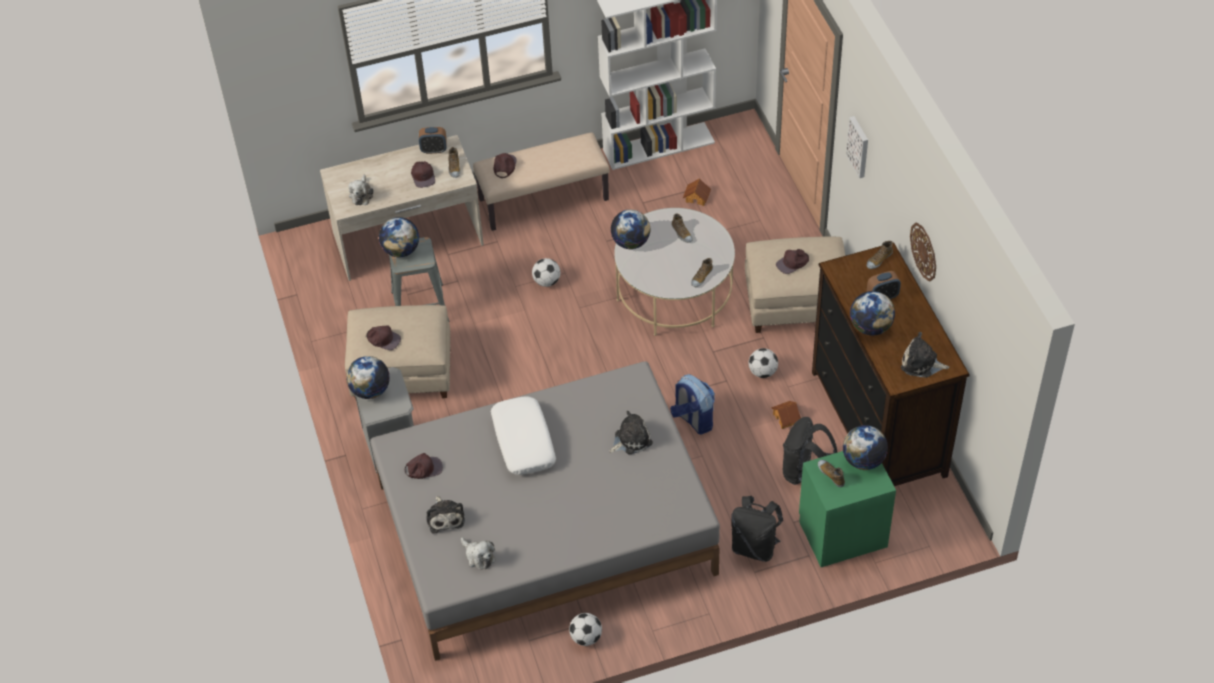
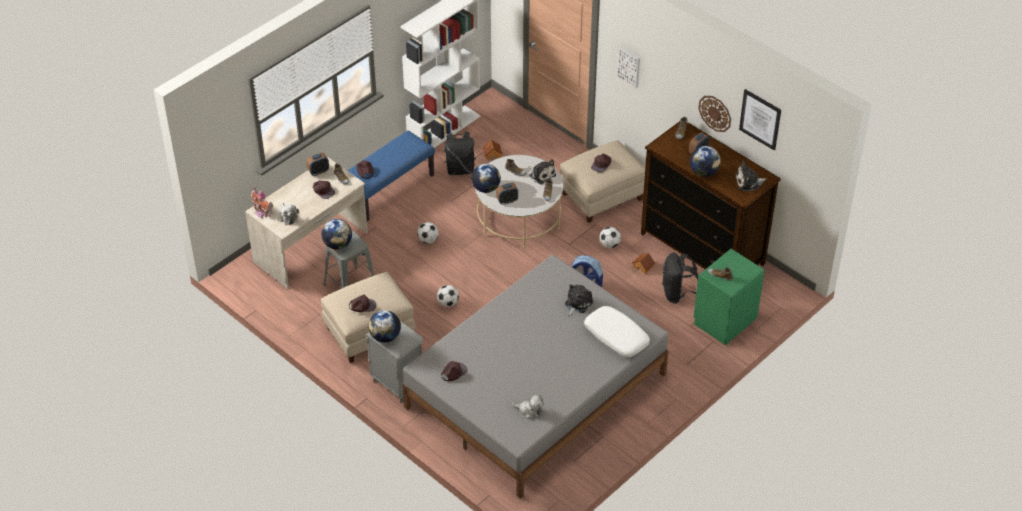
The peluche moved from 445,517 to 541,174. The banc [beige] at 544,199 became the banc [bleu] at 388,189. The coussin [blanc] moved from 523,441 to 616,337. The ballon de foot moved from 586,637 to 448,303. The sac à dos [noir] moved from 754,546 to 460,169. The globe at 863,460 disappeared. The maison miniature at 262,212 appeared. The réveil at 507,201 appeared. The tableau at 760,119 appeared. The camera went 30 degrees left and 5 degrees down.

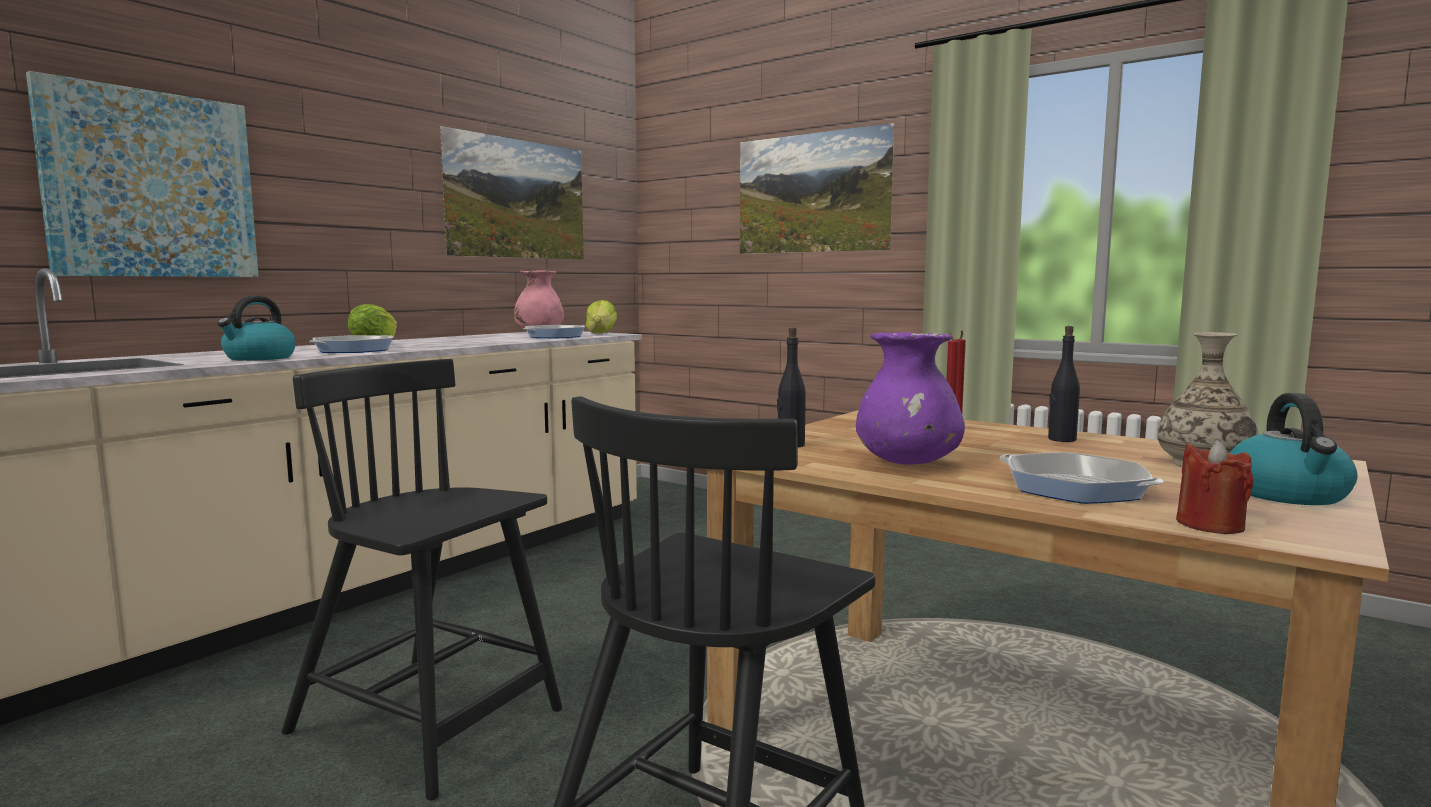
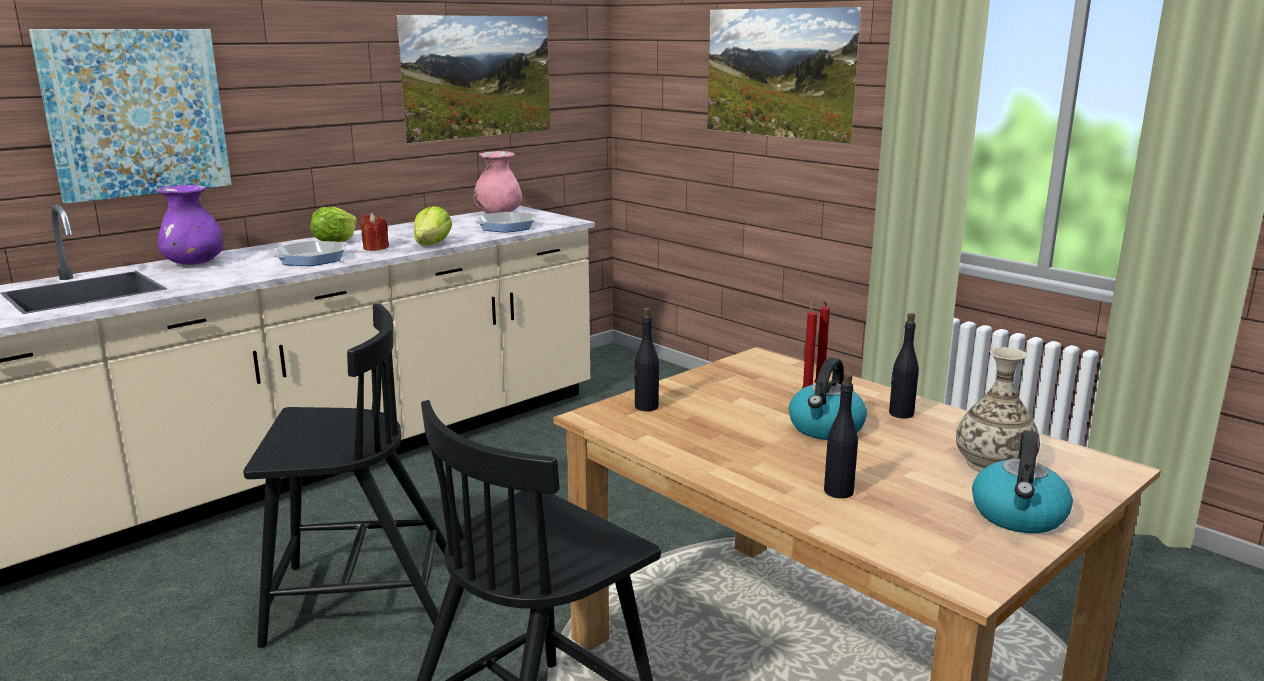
The bouilloire moved from 259,358 to 826,428. The chaise [noir] at 429,723 turned 135 degrees clockwise. The laitue moved from 601,333 to 432,244. The vase [violet] moved from 908,463 to 194,264. The poêle at 1075,488 was replaced by the bouteille [noir] at 839,491. The bougie [rouge] moved from 1210,525 to 375,248. The camera went 10 degrees right and 10 degrees up.

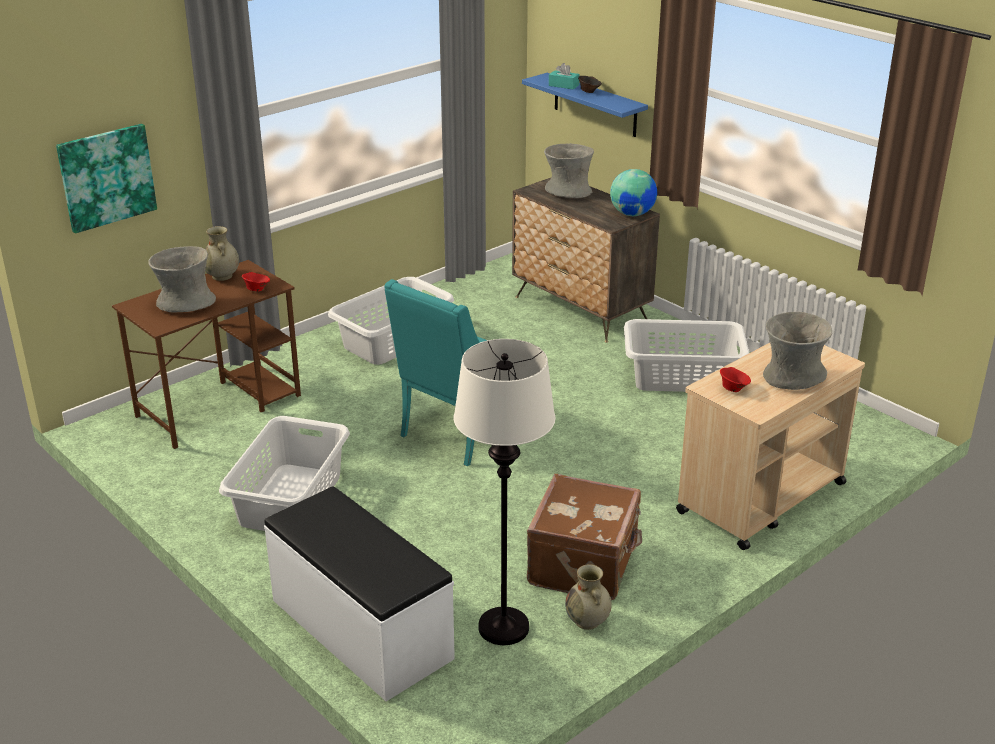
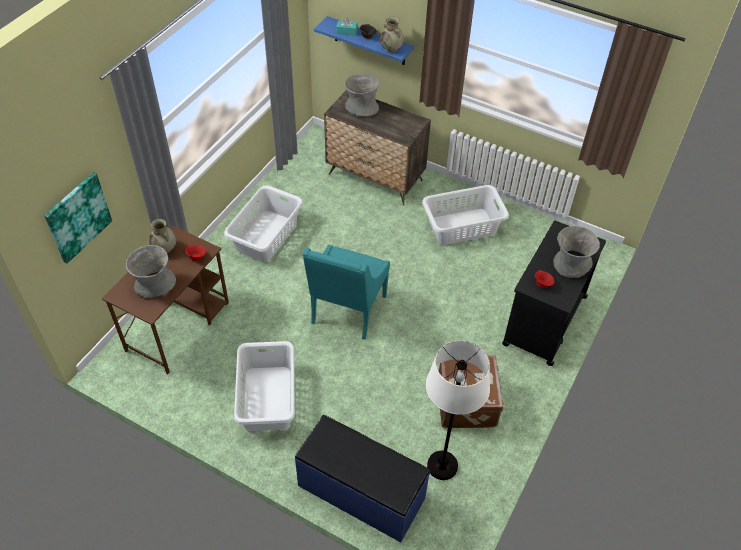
The banc [blanc] at 360,629 became the banc [bleu] at 360,493. The vase [beige] moved from 587,621 to 391,49. The globe at 632,214 disappeared. The chariot [beige] at 760,498 became the chariot [noir] at 544,320. The camera went 20 degrees left and 20 degrees up.

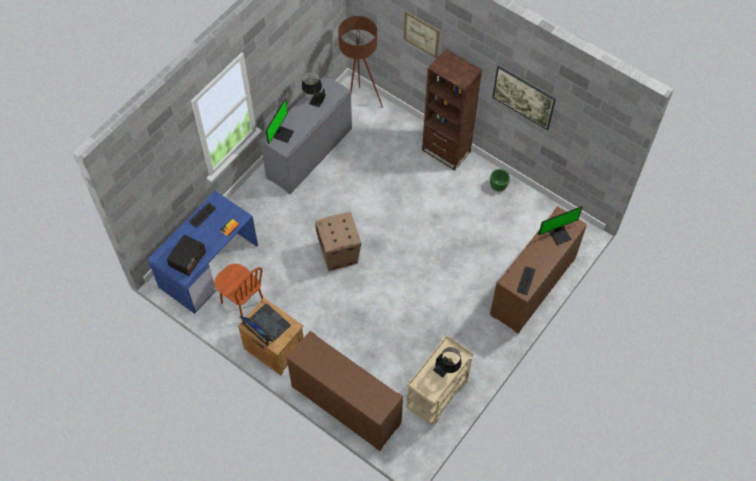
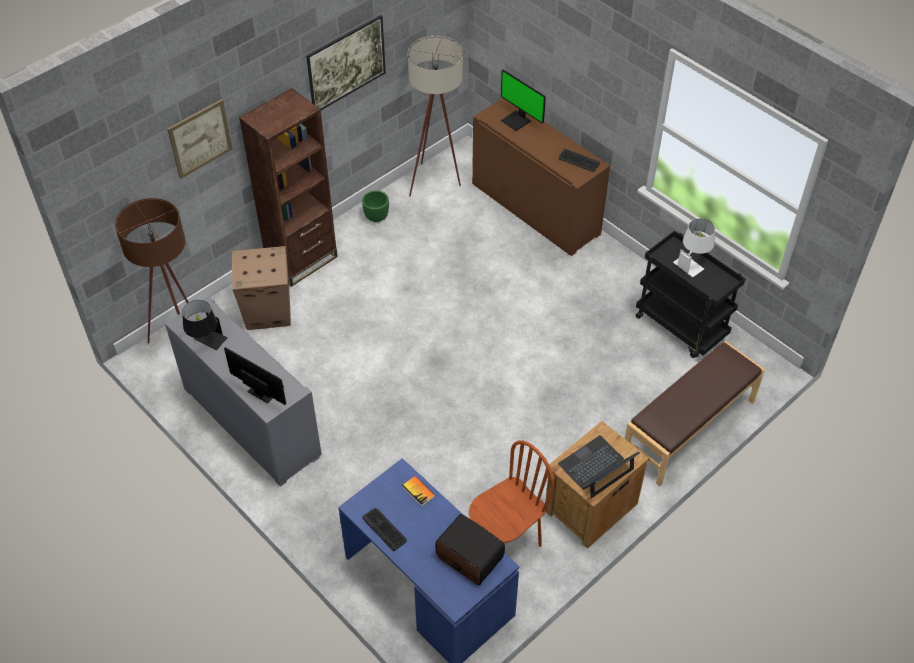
The meuble de rangement [marron] at 346,405 was replaced by the banc [marron] at 689,428. The carton moved from 339,255 to 268,311. The chariot [beige] at 437,396 became the chariot [noir] at 681,327. The lampe de table [noir] at 447,369 became the lampe de table [blanc] at 692,262. The écran d'ordinateur at 559,235 turned 150 degrees clockwise. The lampadaire [beige] at 436,183 appeared. The camera went 80 degrees left and 10 degrees down.

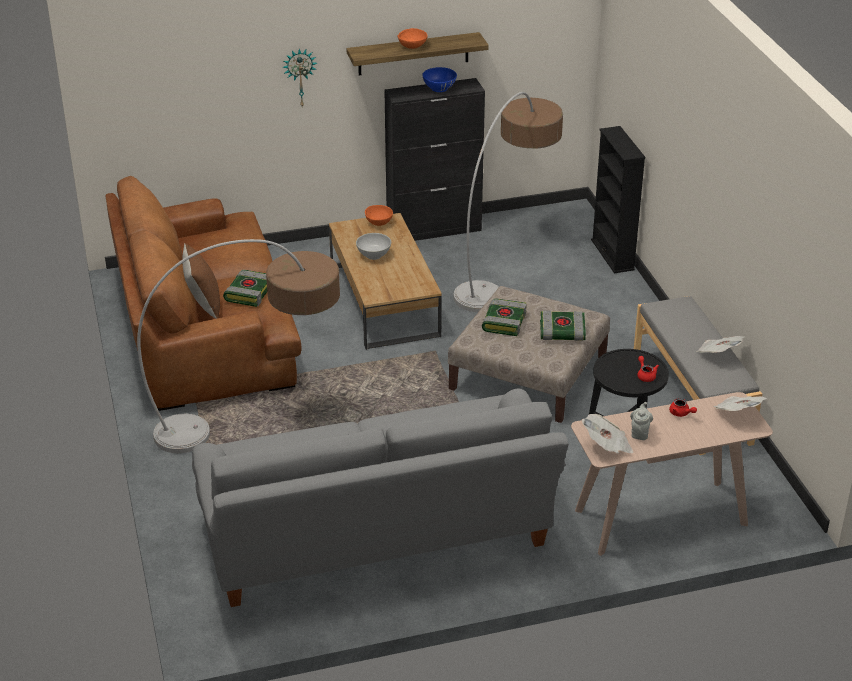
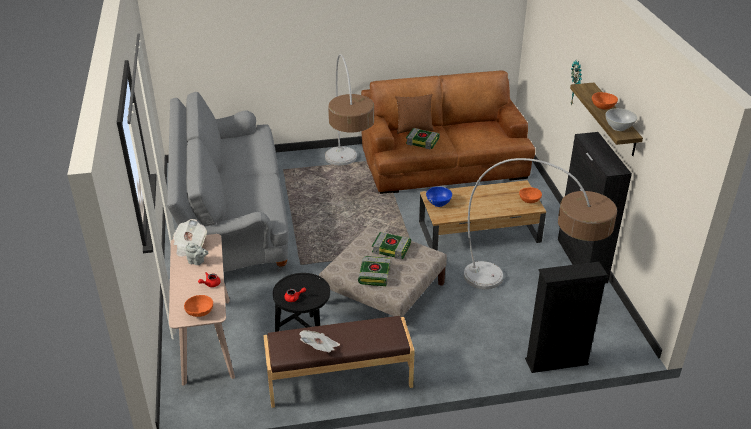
The bol [blanc] moved from 373,255 to 618,127. The bol [bleu] moved from 439,88 to 438,203. The banc [gris] at 692,397 became the banc [marron] at 339,380. The journal at 738,413 was replaced by the bol [orange] at 200,312. The camera went 95 degrees right and 0 degrees up.

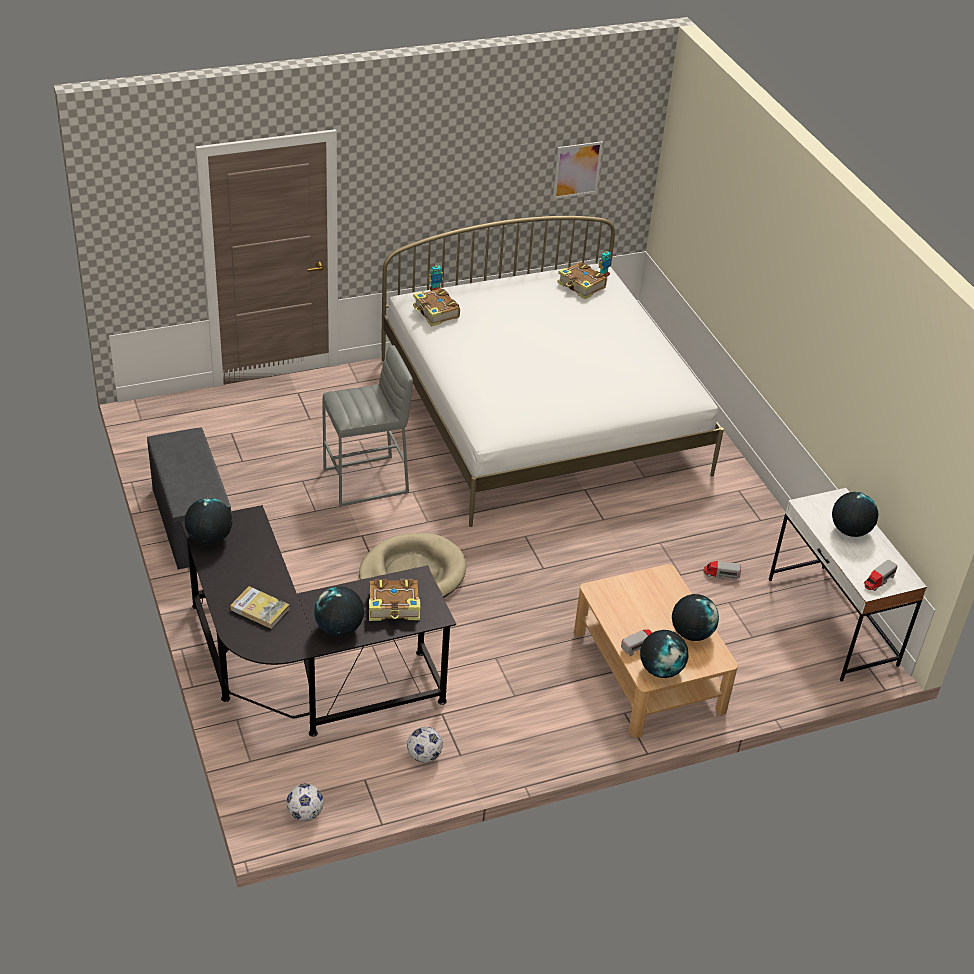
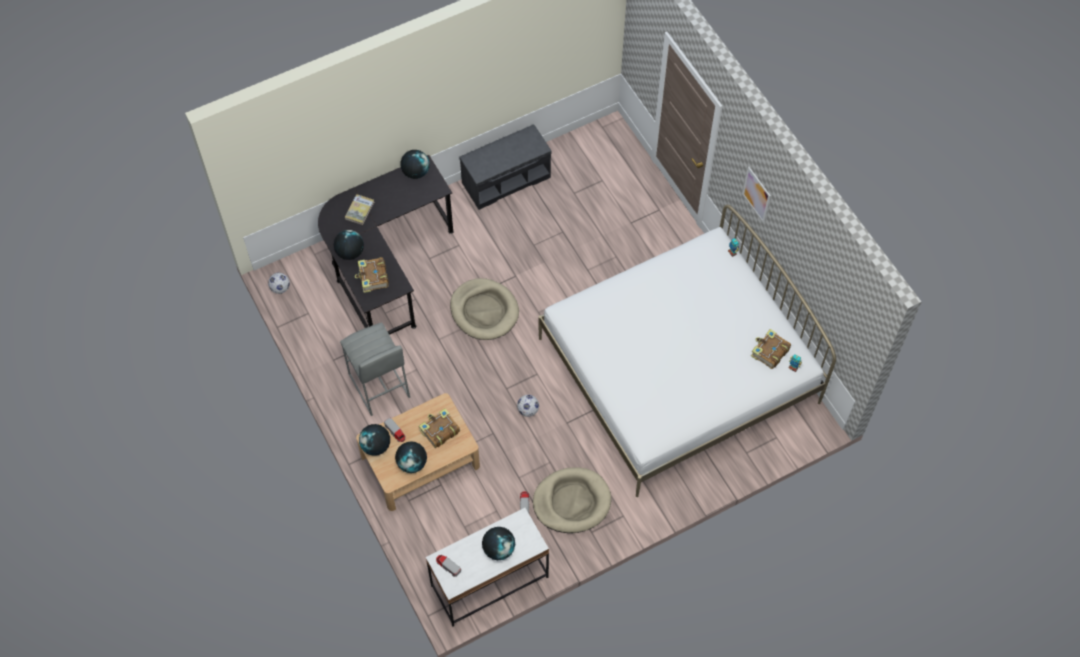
The tabouret [gris] moved from 367,481 to 379,386. The ballon de foot moved from 424,756 to 528,410. The livre moved from 435,313 to 439,431. The tableau moved from 577,170 to 756,194. The panier pour chien [beige] at 571,502 appeared. The camera went 85 degrees right and 20 degrees up.

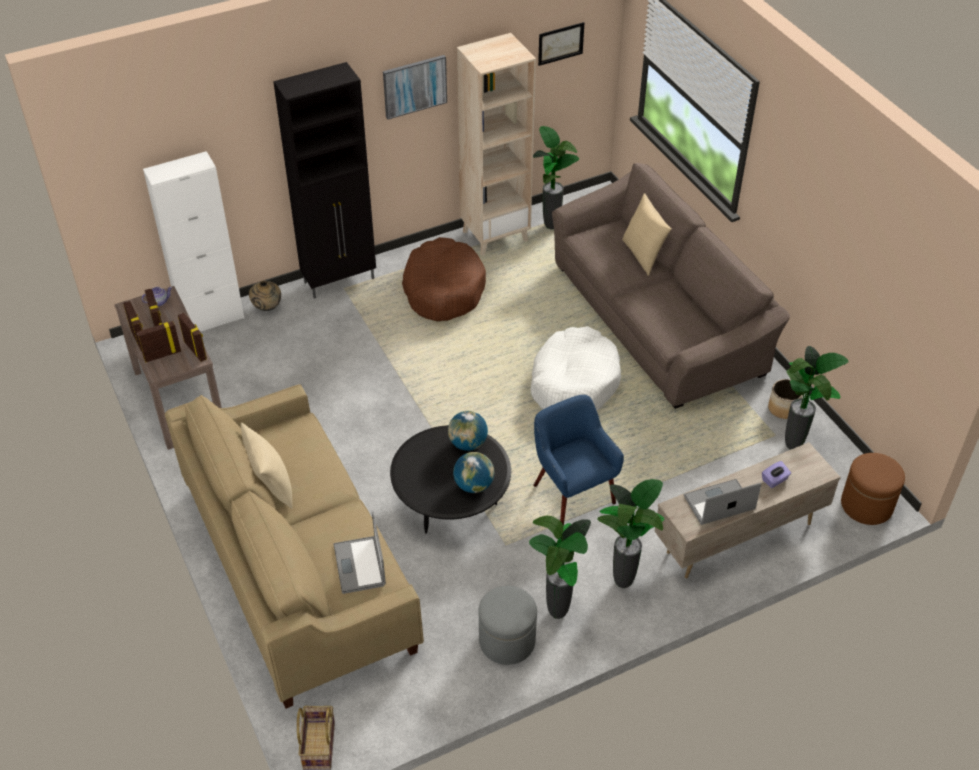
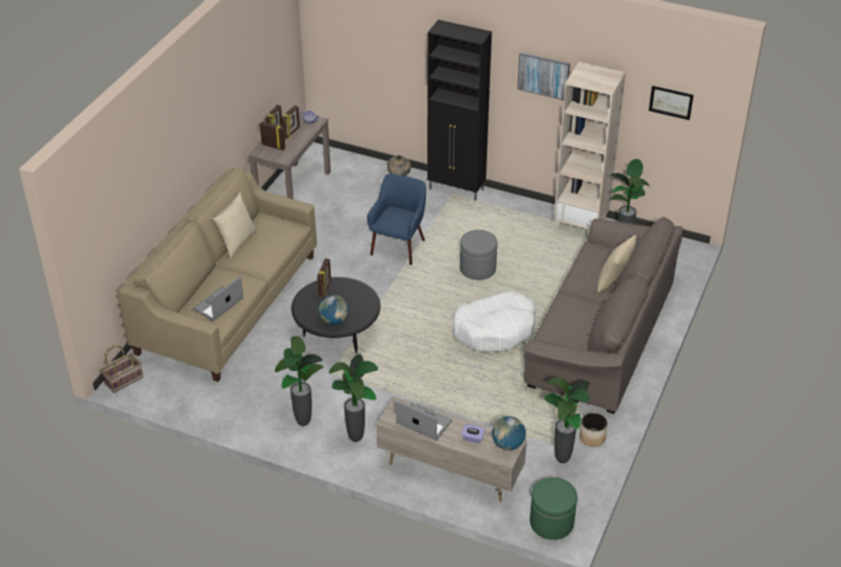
The meuble de rangement [blanc] at 211,319 disappeared. The cadre photo moved from 196,350 to 325,288. The panier pour chien [marron] at 443,289 disappeared. The globe moved from 468,444 to 508,444. The pouf [gris] moved from 507,641 to 477,268. The fauteuil [bleu] moved from 572,493 to 399,247. The pouf [marron] at 866,505 became the pouf [vert] at 551,522. The camera went 50 degrees right and 5 degrees down.

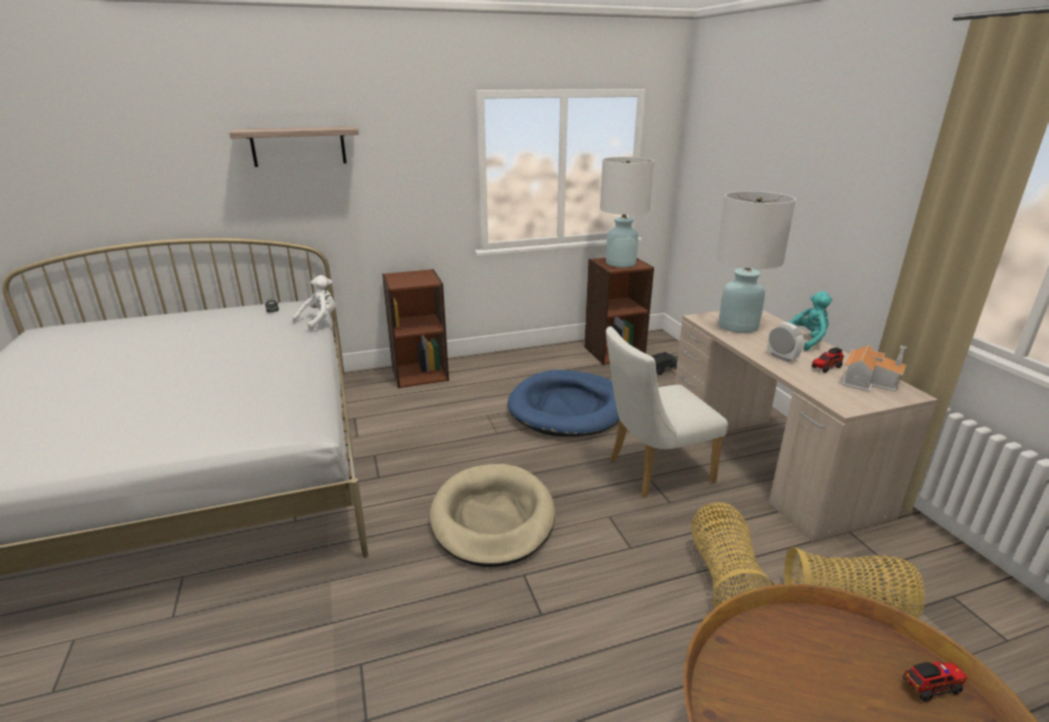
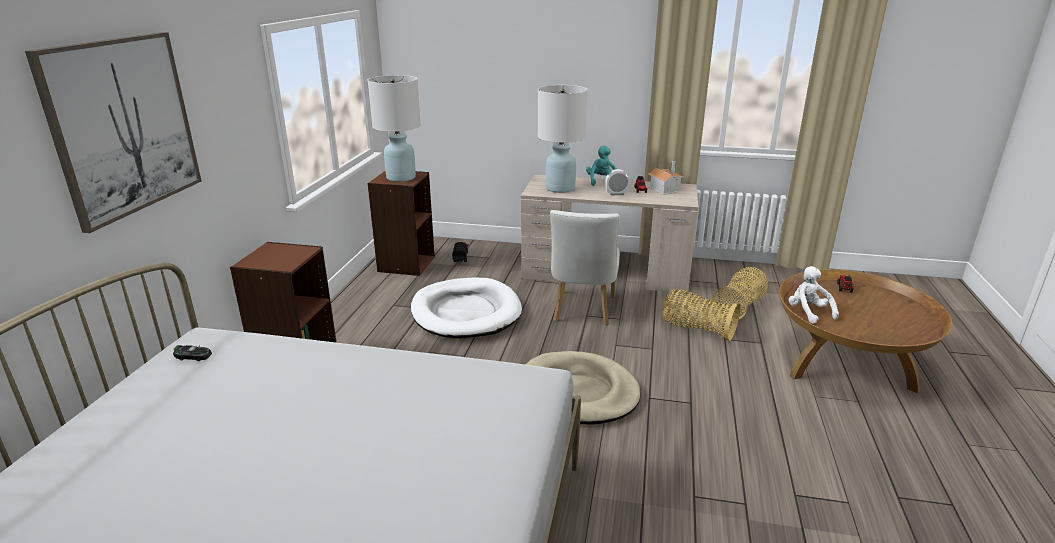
The étagère at 298,146 was replaced by the tableau at 124,126. The peluche [blanc] moved from 319,320 to 808,312. The panier pour chien [bleu] at 568,408 became the panier pour chien [blanc] at 466,312. The camera went 60 degrees left and 0 degrees up.

